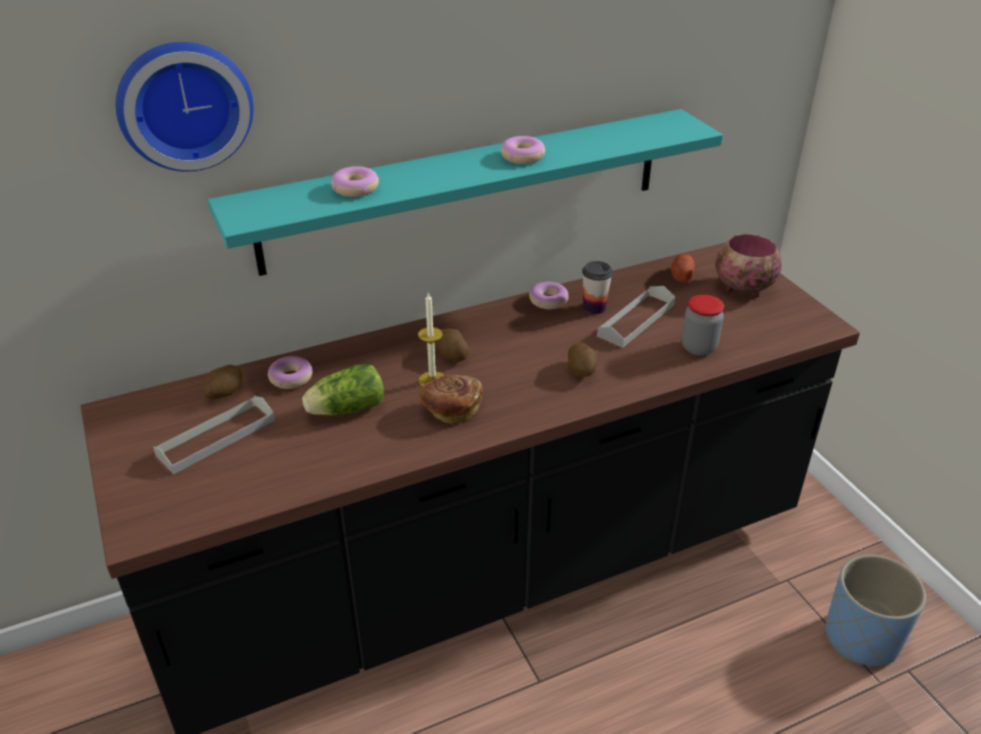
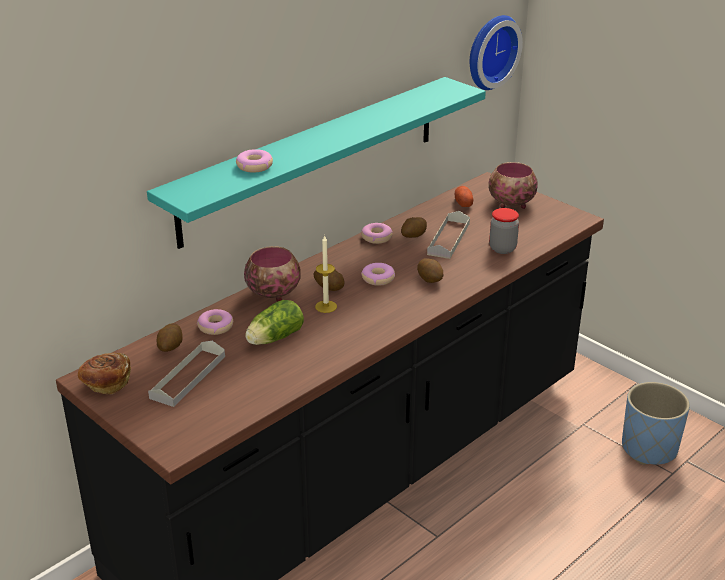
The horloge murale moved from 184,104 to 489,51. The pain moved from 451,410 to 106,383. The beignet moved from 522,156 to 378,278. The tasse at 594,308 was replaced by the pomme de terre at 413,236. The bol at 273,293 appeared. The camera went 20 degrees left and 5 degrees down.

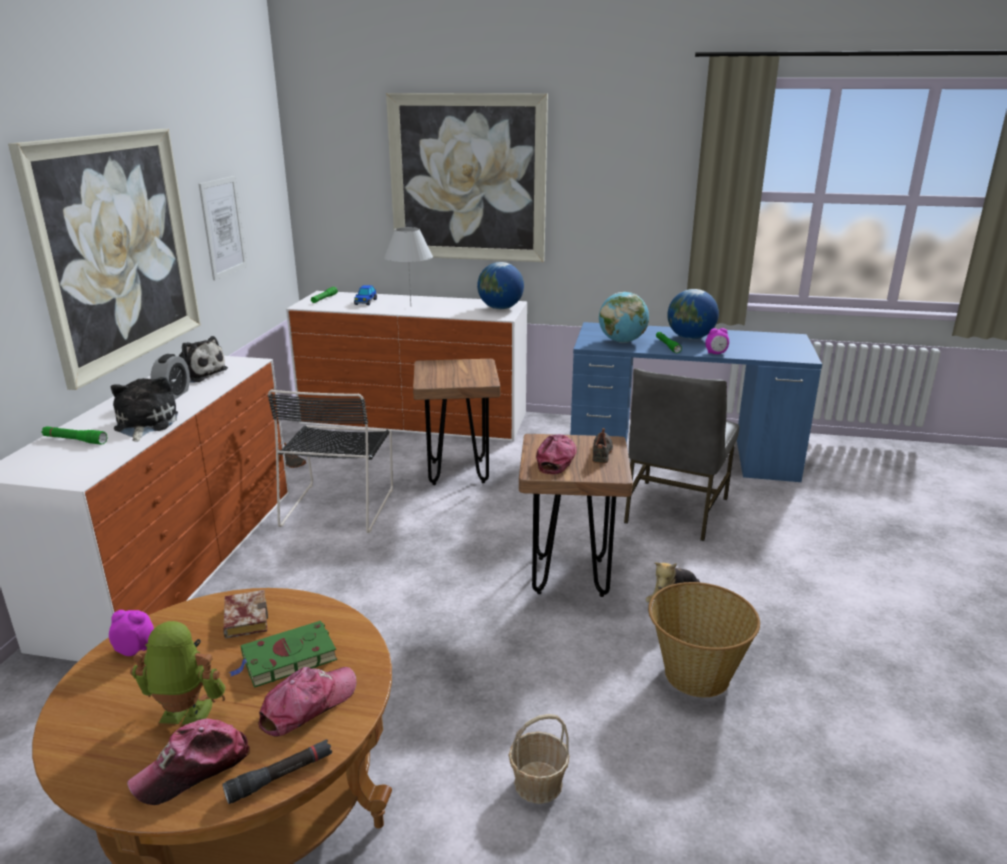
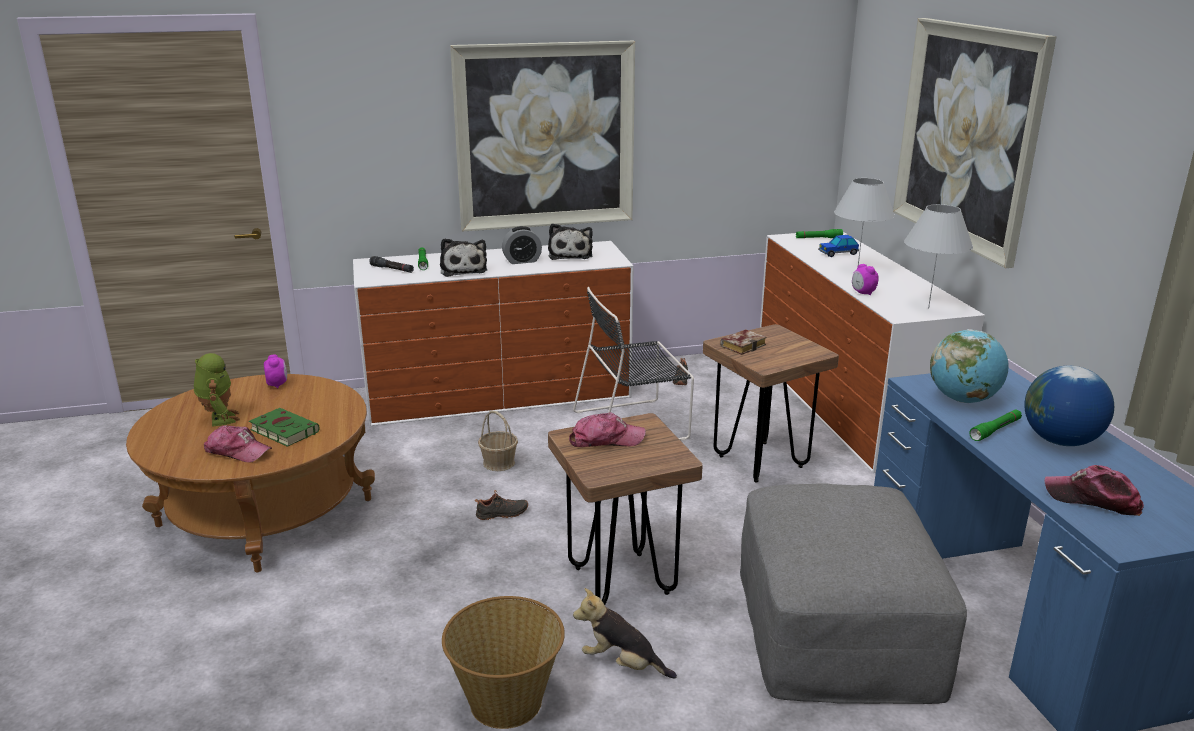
The peluche at 144,424 turned 105 degrees clockwise. The casquette moved from 193,768 to 1092,499. The tableau at 223,227 disappeared. The lampe de poche [noir] moved from 280,777 to 392,269. The livre moved from 244,618 to 743,345. The globe at 500,308 was replaced by the lampe de table [blanc] at 928,308. The panier moved from 537,783 to 499,463. The chaussure [noir] moved from 602,453 to 502,514. The chaise [gris] at 673,511 was replaced by the pouf [gris] at 835,627. The réveil moved from 716,353 to 863,293. The camera went 65 degrees right and 0 degrees up.

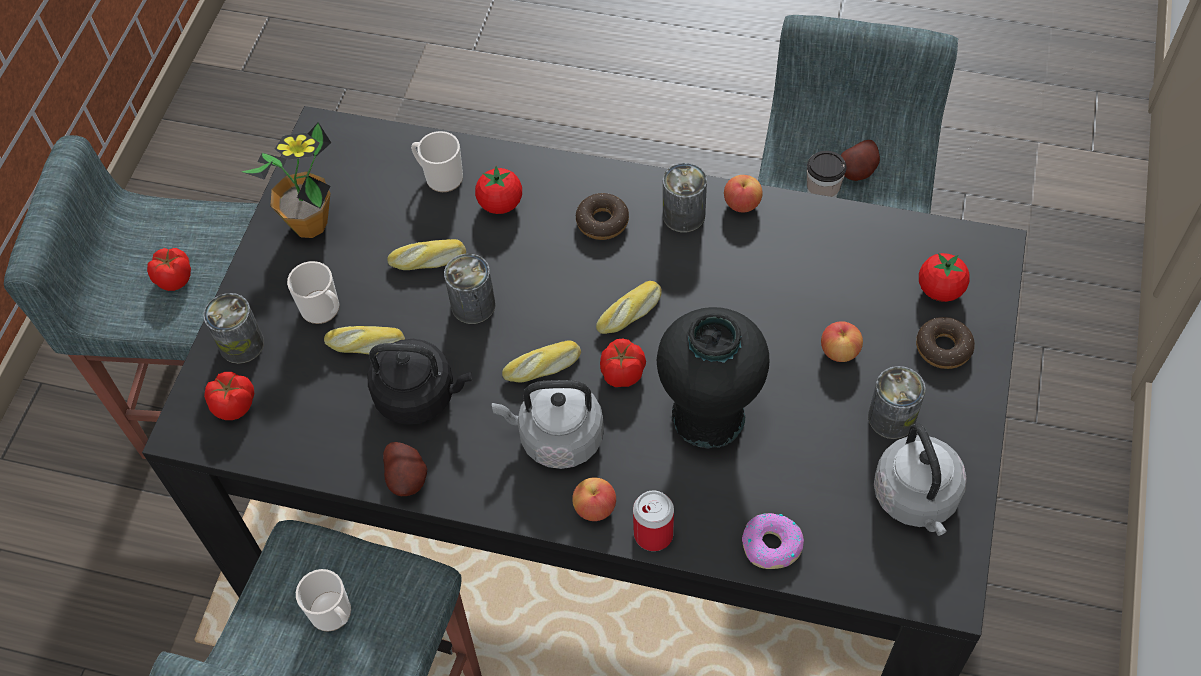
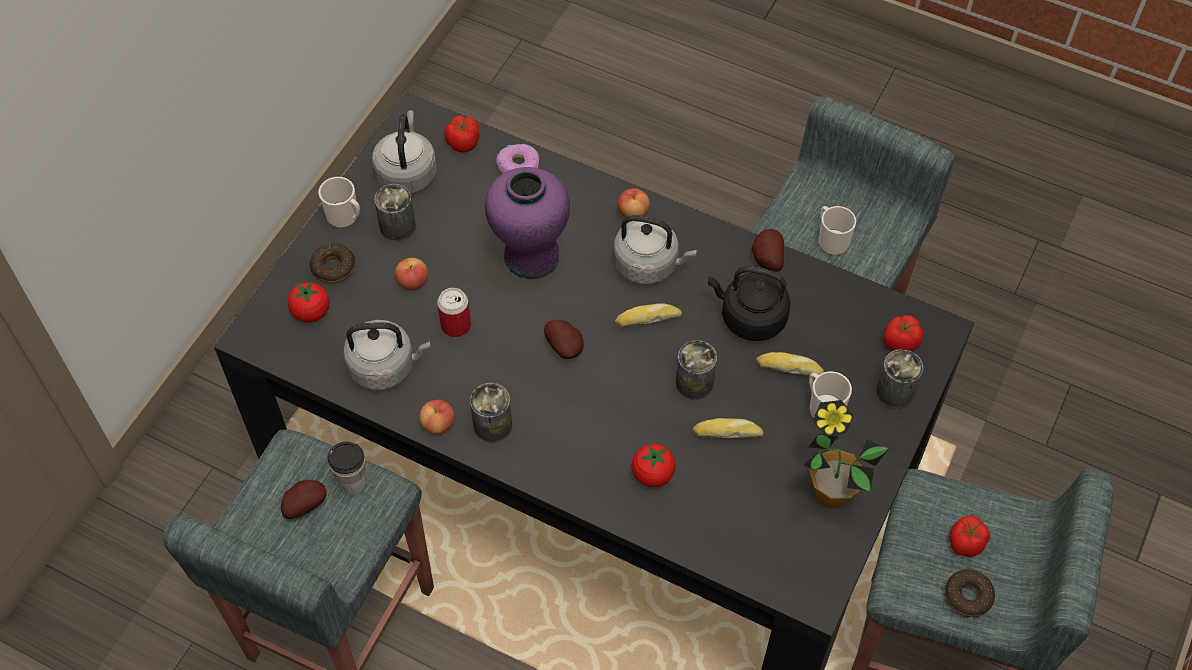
The mug moved from 440,177 to 345,217. The beignet moved from 602,222 to 968,596. The pain at 630,313 was replaced by the pomme de terre at 566,347. The tomate moved from 622,373 to 464,142. The boîte métallique moved from 653,534 to 456,325. The vase [noir] at 708,416 became the vase [violet] at 531,256. The bouilloire [gris] at 385,366 appeared. The camera went 170 degrees left and 0 degrees up.

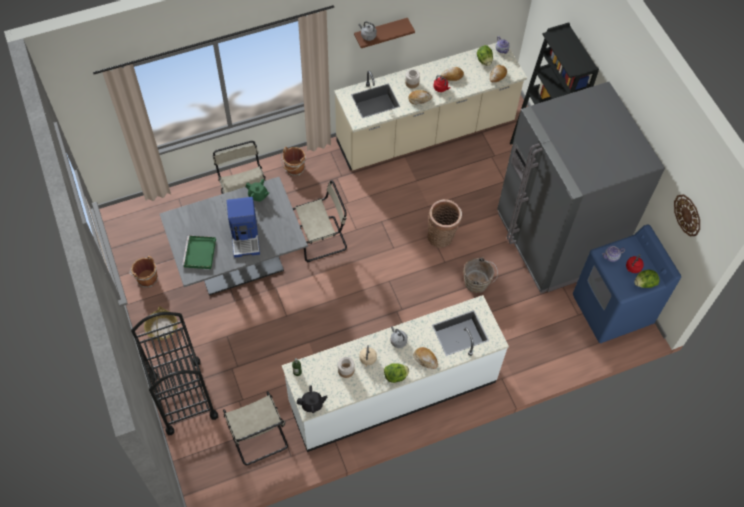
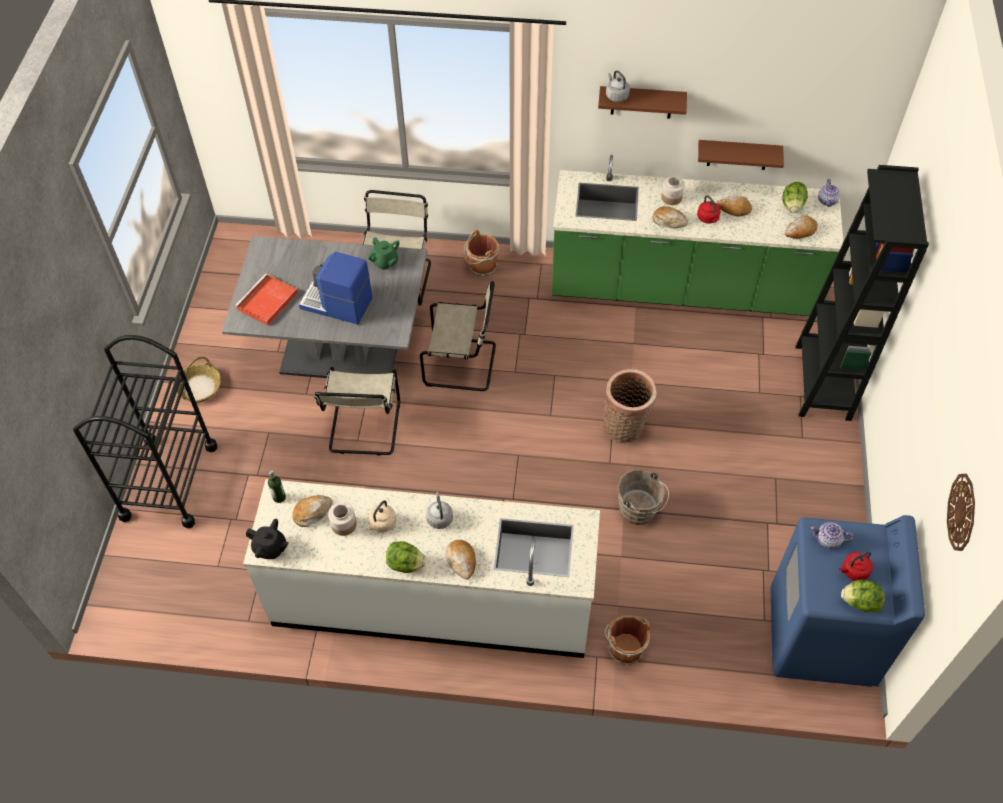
The seau [marron] moved from 146,278 to 624,647. The plateau [vert] at 200,254 became the plateau [rouge] at 267,302. The chaise [beige] moved from 258,437 to 364,429. The machine à café at 245,236 turned 90 degrees clockwise. The comptoir de cuisine [beige] at 425,134 became the comptoir de cuisine [vert] at 682,290. The réfrigérateur [gris] at 555,240 disappeared. The pain at 312,512 appeared. The étagère [marron] at 738,154 appeared. The camera went 30 degrees right and 5 degrees down.

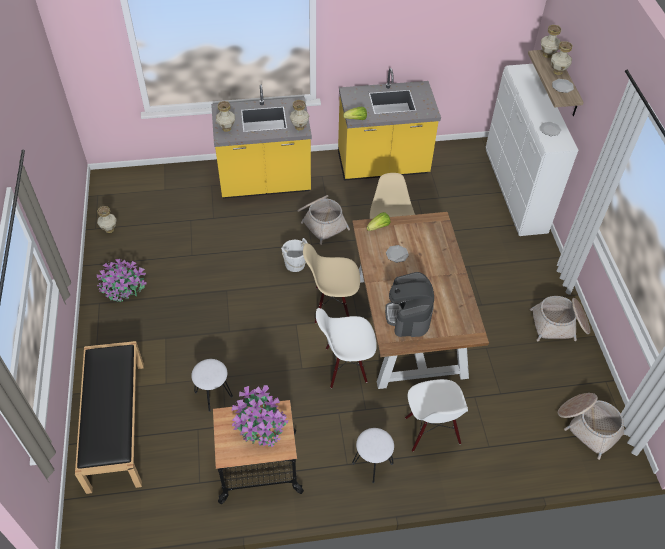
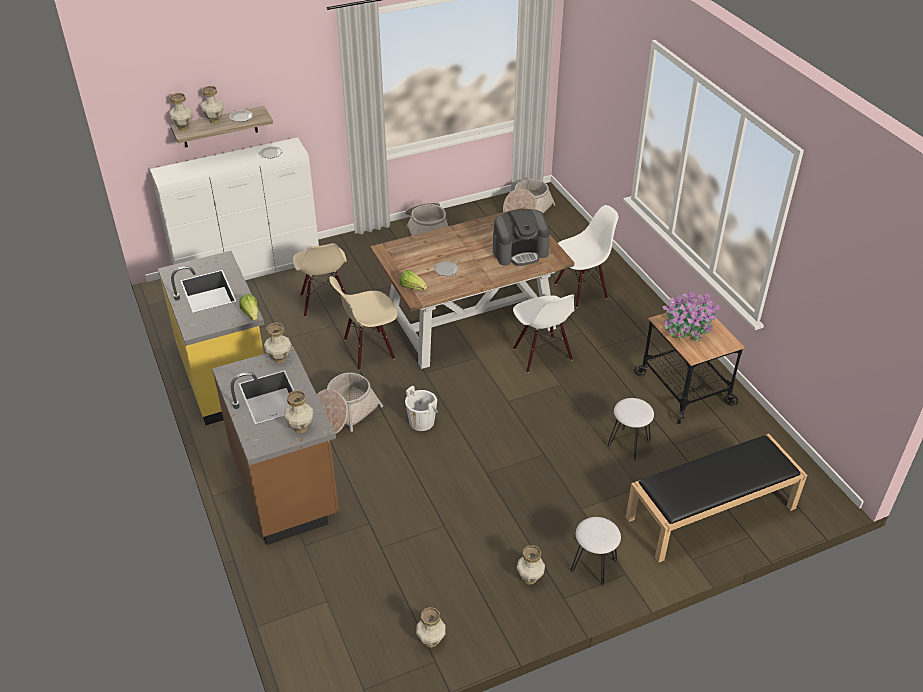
The plante en pot at 124,289 was replaced by the vase at 530,578. The comptoir de cuisine [jaune] at 265,183 became the comptoir de cuisine [marron] at 286,485. The chaise [beige] moved from 332,305 to 324,302. The tabouret [blanc] moved from 373,464 to 593,565. The camera went 105 degrees left and 10 degrees down.

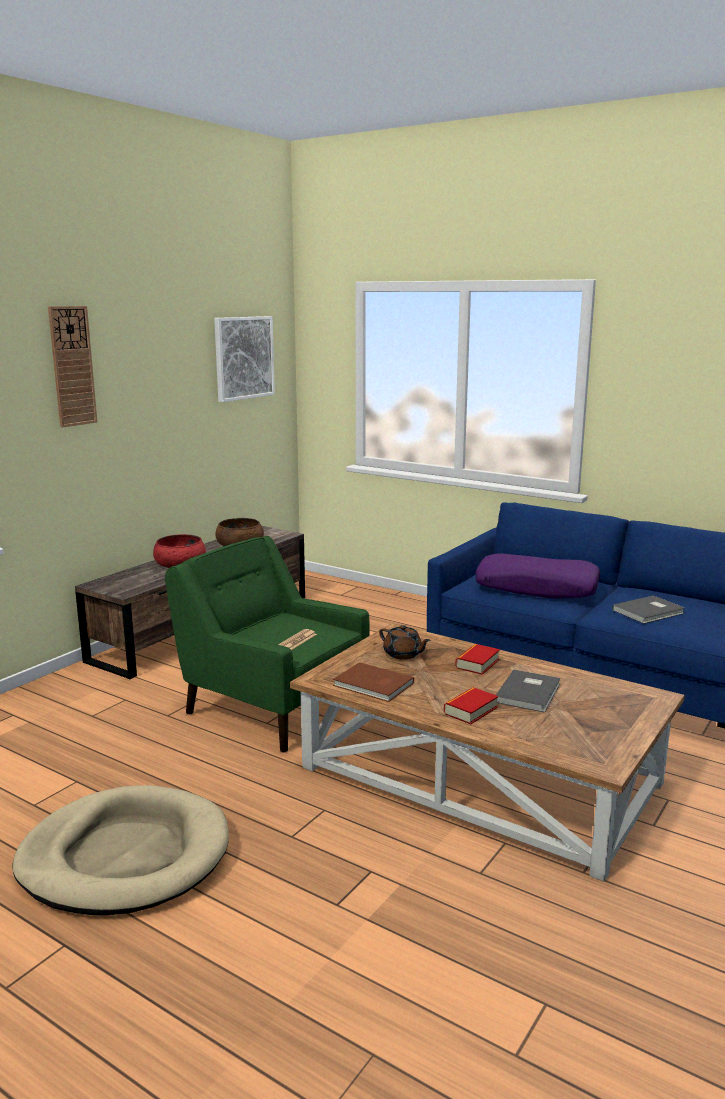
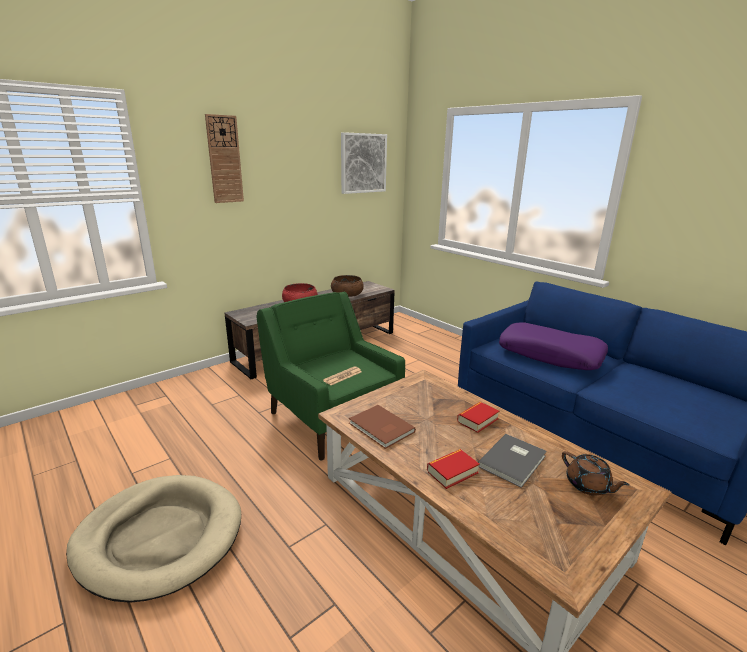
The théière [marron] moved from 403,654 to 588,485. The livre [gris] at 650,612 disappeared. The camera went 15 degrees right and 5 degrees up.

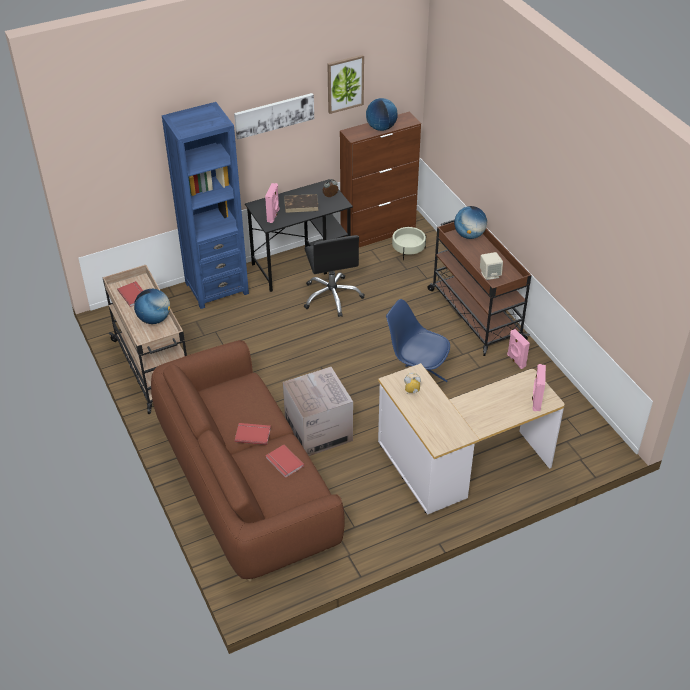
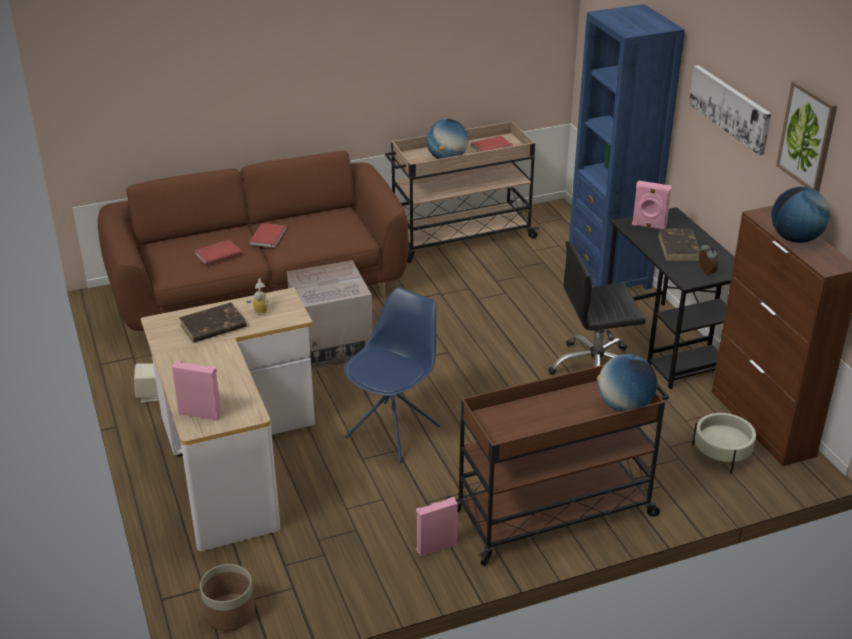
The enceinte [beige] moved from 490,274 to 151,395. The livre [marron] at 212,326 appeared. The cache-pot at 229,613 appeared. The camera went 95 degrees right and 10 degrees down.

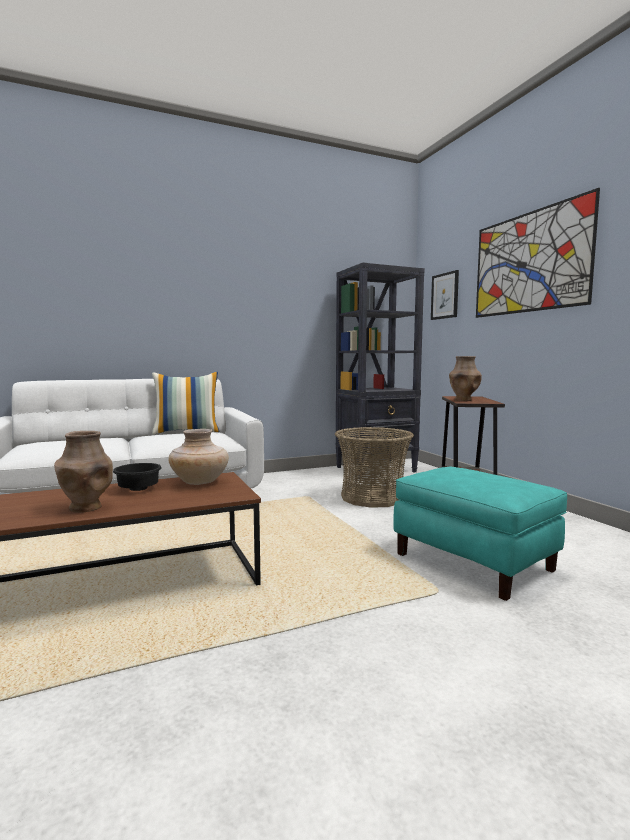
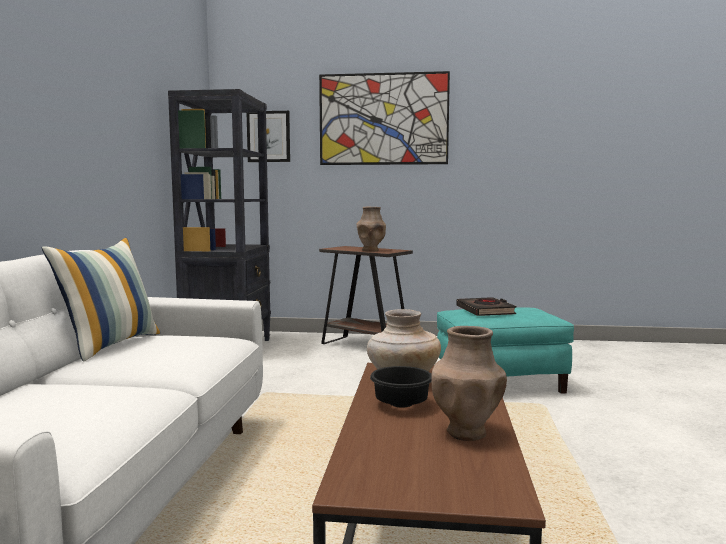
The panier at 372,497 disappeared. The livre [noir] at 485,311 appeared. The camera went 60 degrees left and 0 degrees up.

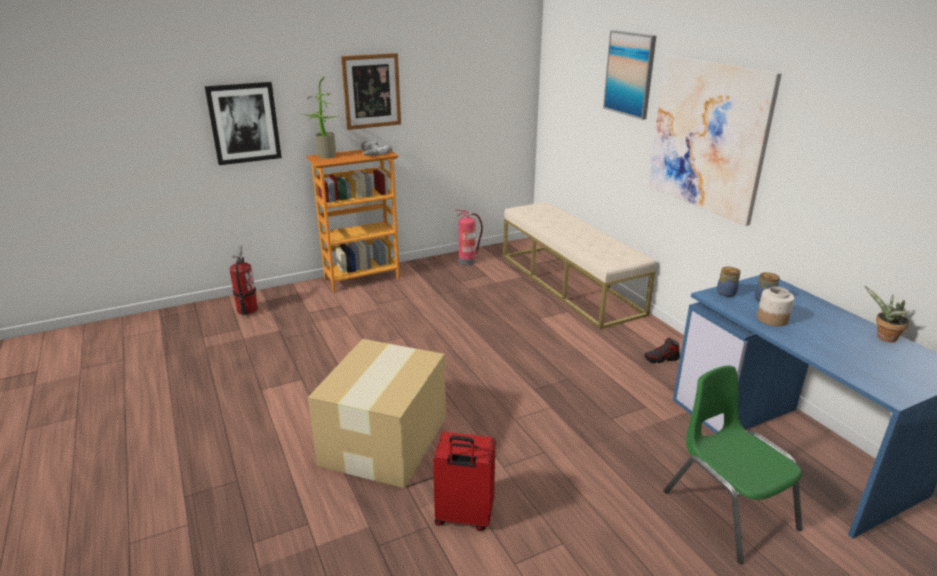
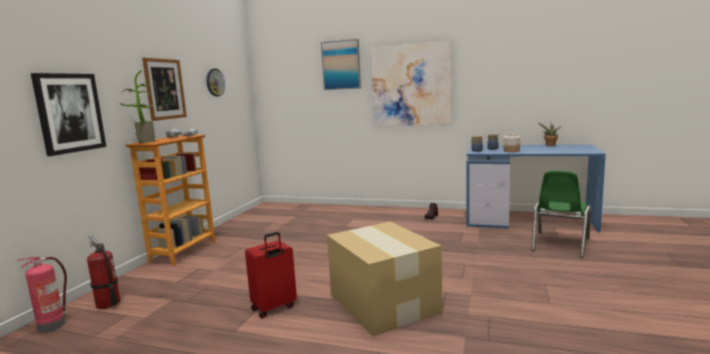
The valise [rouge] moved from 463,517 to 274,308. The extincteur moved from 467,261 to 52,325. The banc [beige] at 569,283 disappeared. The chaise [vert] at 728,510 turned 75 degrees counterclockwise. The horloge murale at 215,82 appeared. The camera went 45 degrees left and 15 degrees down.

